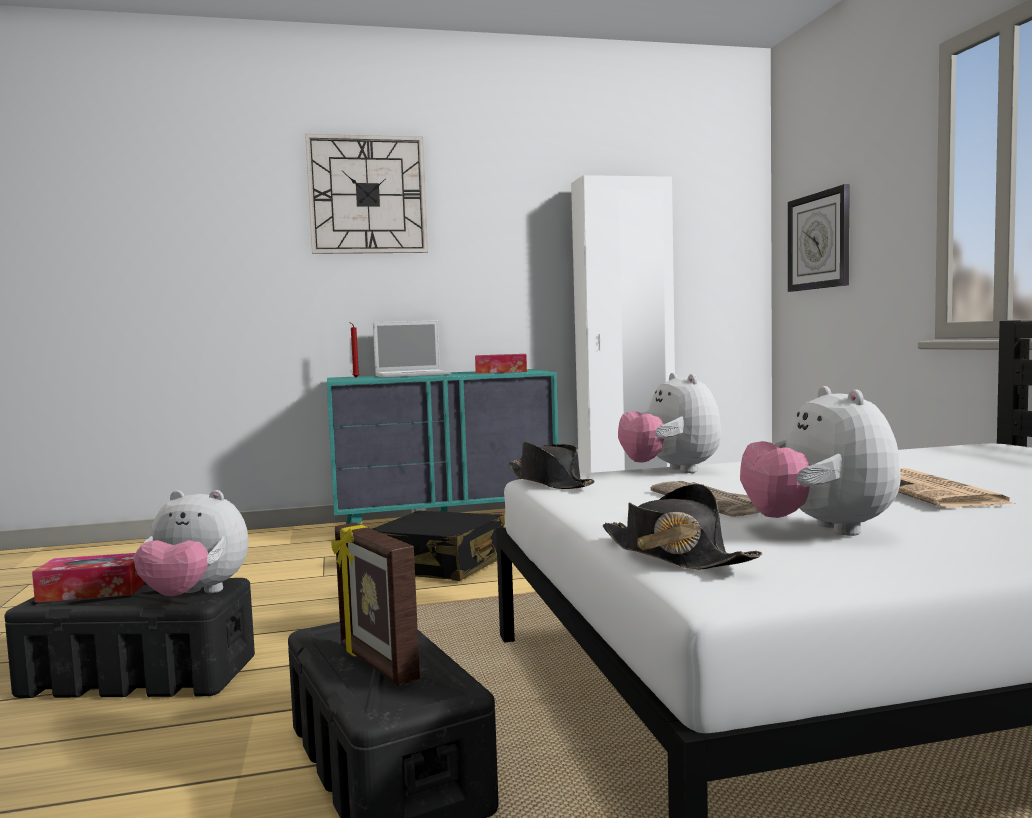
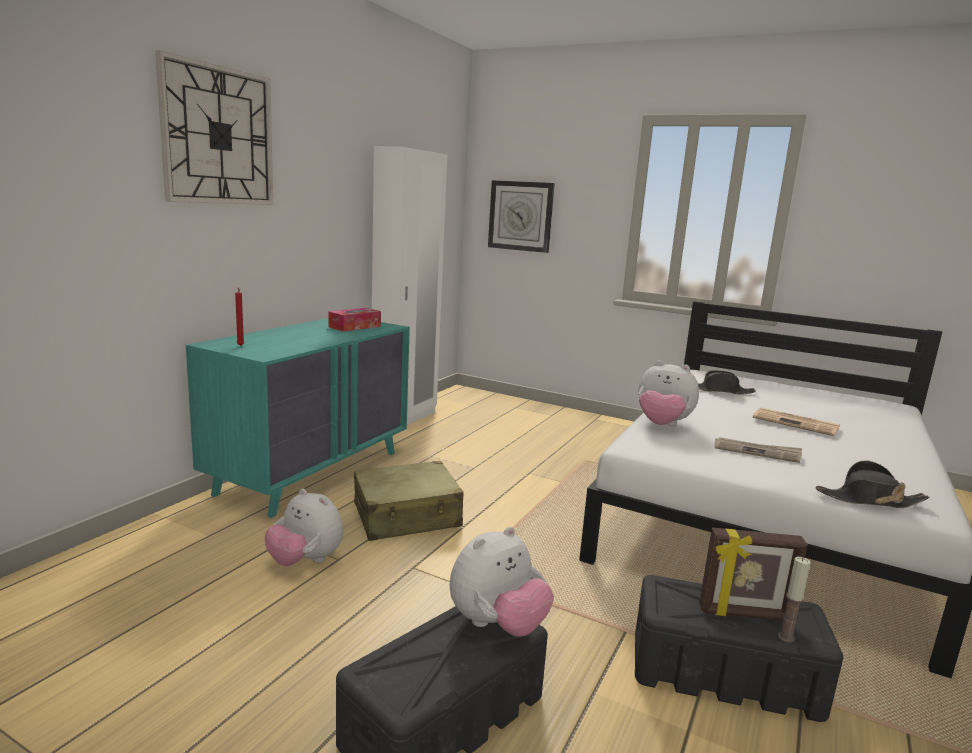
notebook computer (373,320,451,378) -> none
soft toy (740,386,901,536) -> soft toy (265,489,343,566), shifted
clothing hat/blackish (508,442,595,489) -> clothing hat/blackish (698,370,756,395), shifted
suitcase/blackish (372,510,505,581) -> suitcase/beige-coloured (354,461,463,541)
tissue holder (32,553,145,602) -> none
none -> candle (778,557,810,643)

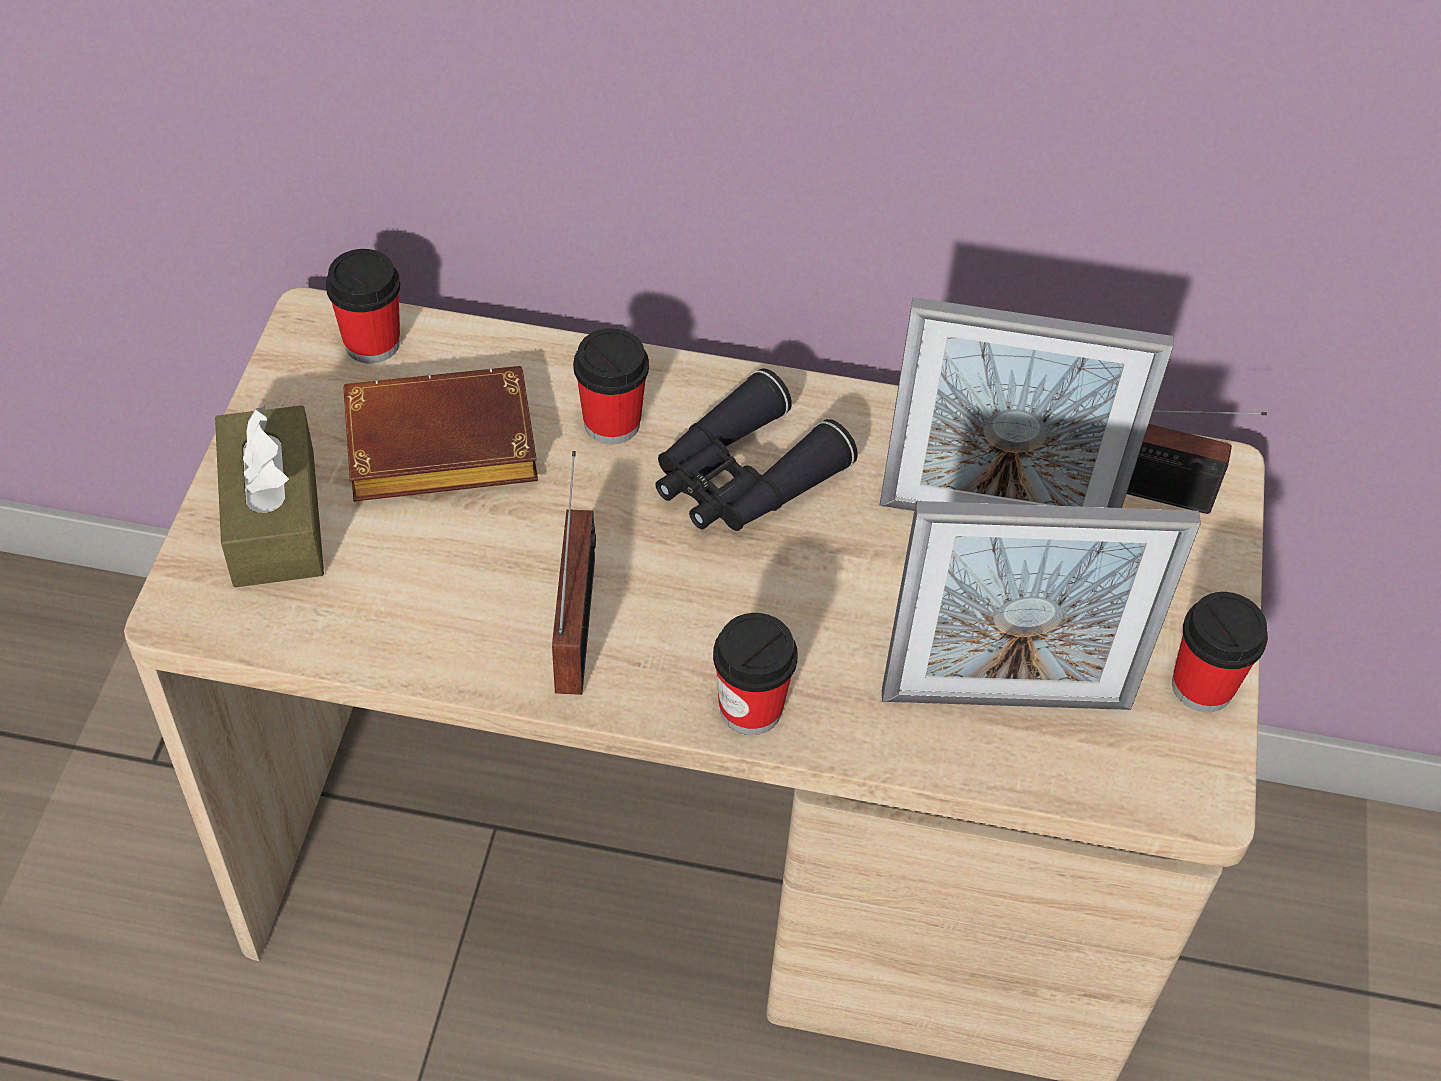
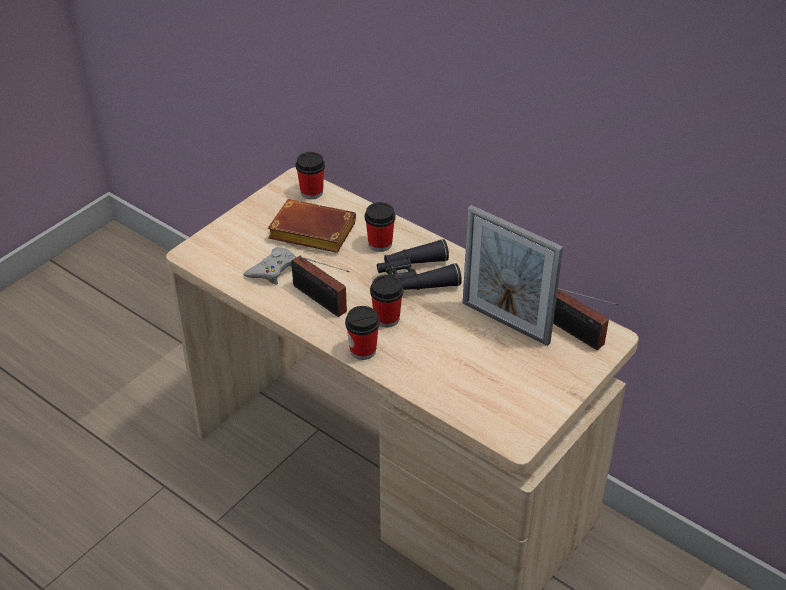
tissue holder/brownish (215,405,324,588) -> none
radio set (552,451,596,695) -> radio set (291,256,349,317), 105 degrees clockwise
photo frame (882,501,1201,710) -> none
drinking cup (1172,592,1268,712) -> drinking cup (370,275,403,327), shifted
none -> joypad/greyish (243,247,296,285)

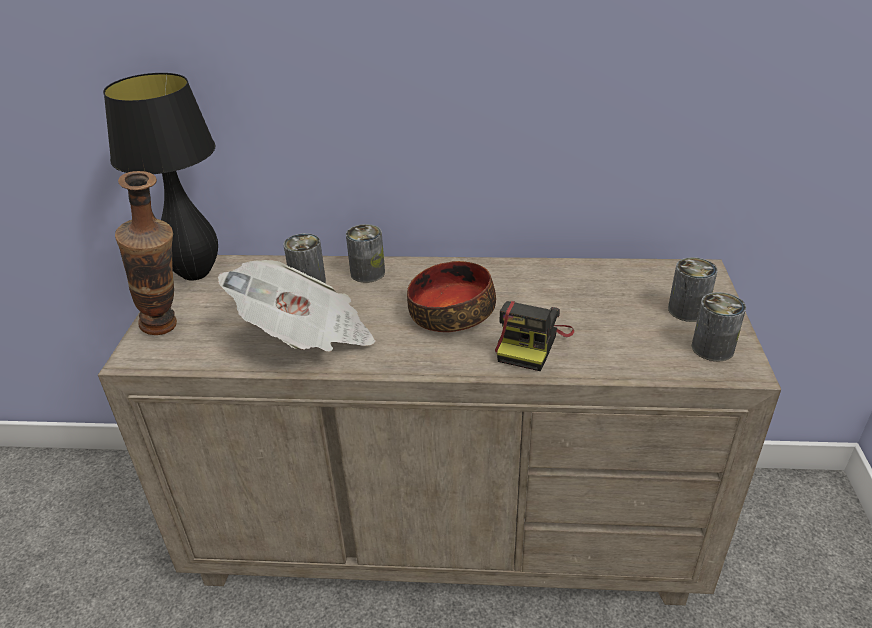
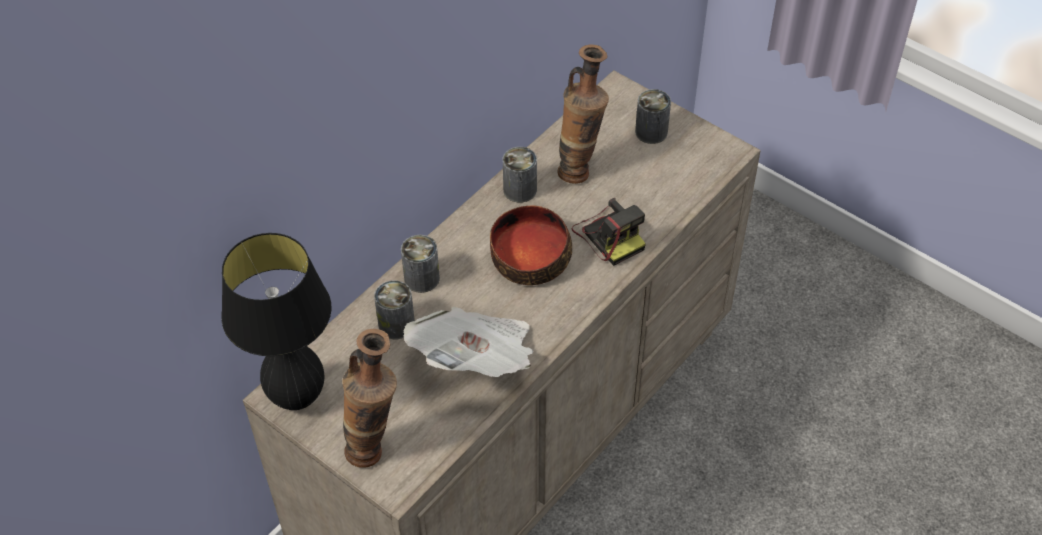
metal can (692,292,746,362) -> metal can (503,147,537,203), shifted
none -> vase (558,45,609,184)

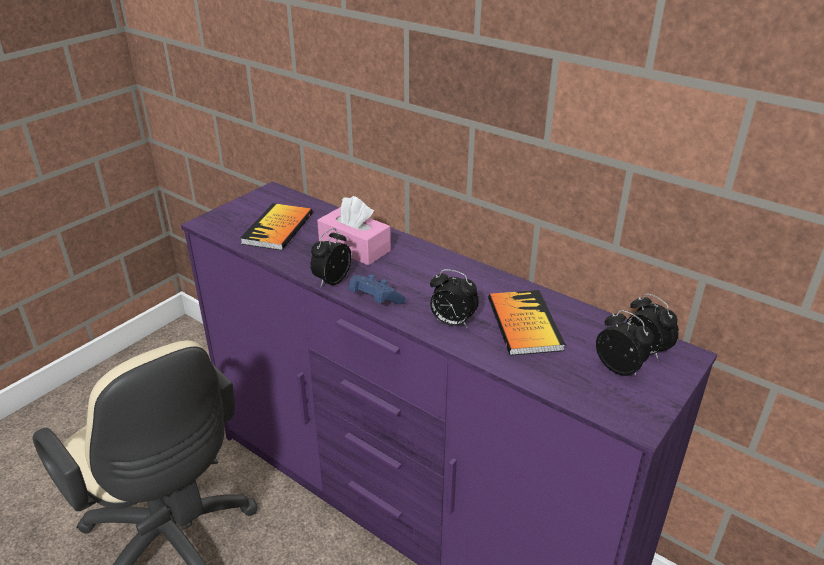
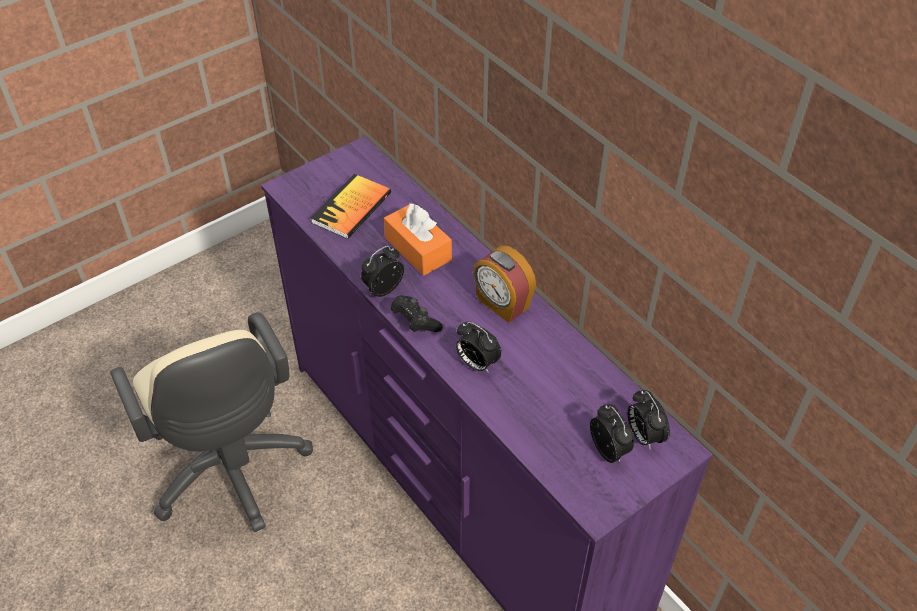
tissue holder/pinkish (317,196,391,265) -> tissue holder/orange (384,203,452,276)
joypad/bluish (349,274,406,304) -> joypad/blackish (390,295,443,332)
volume (488,290,565,355) -> none
none -> table clock (473,245,536,323)

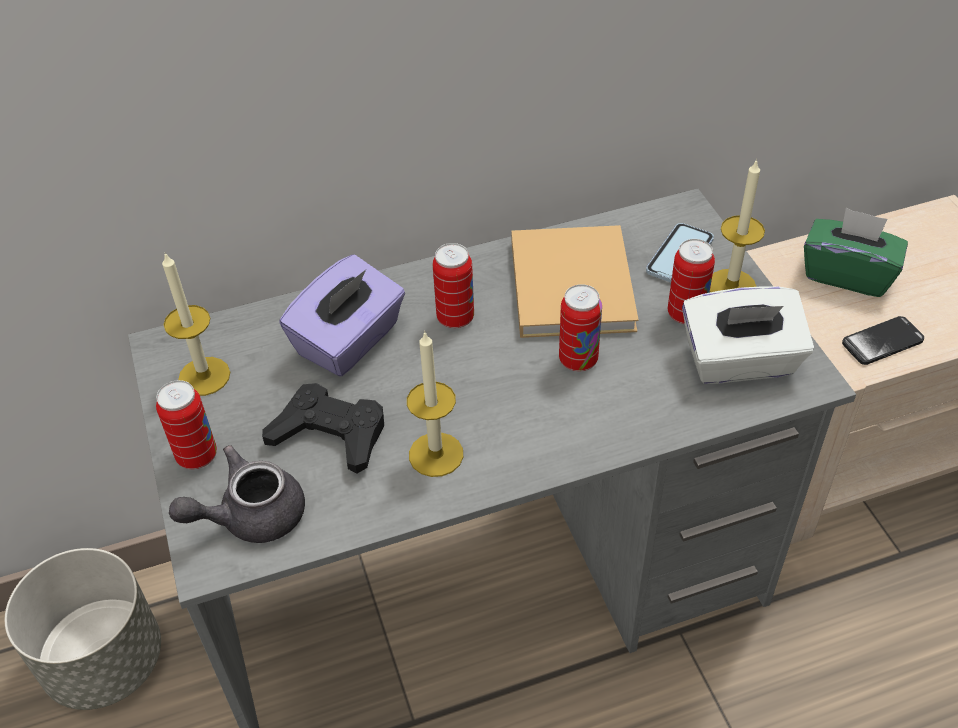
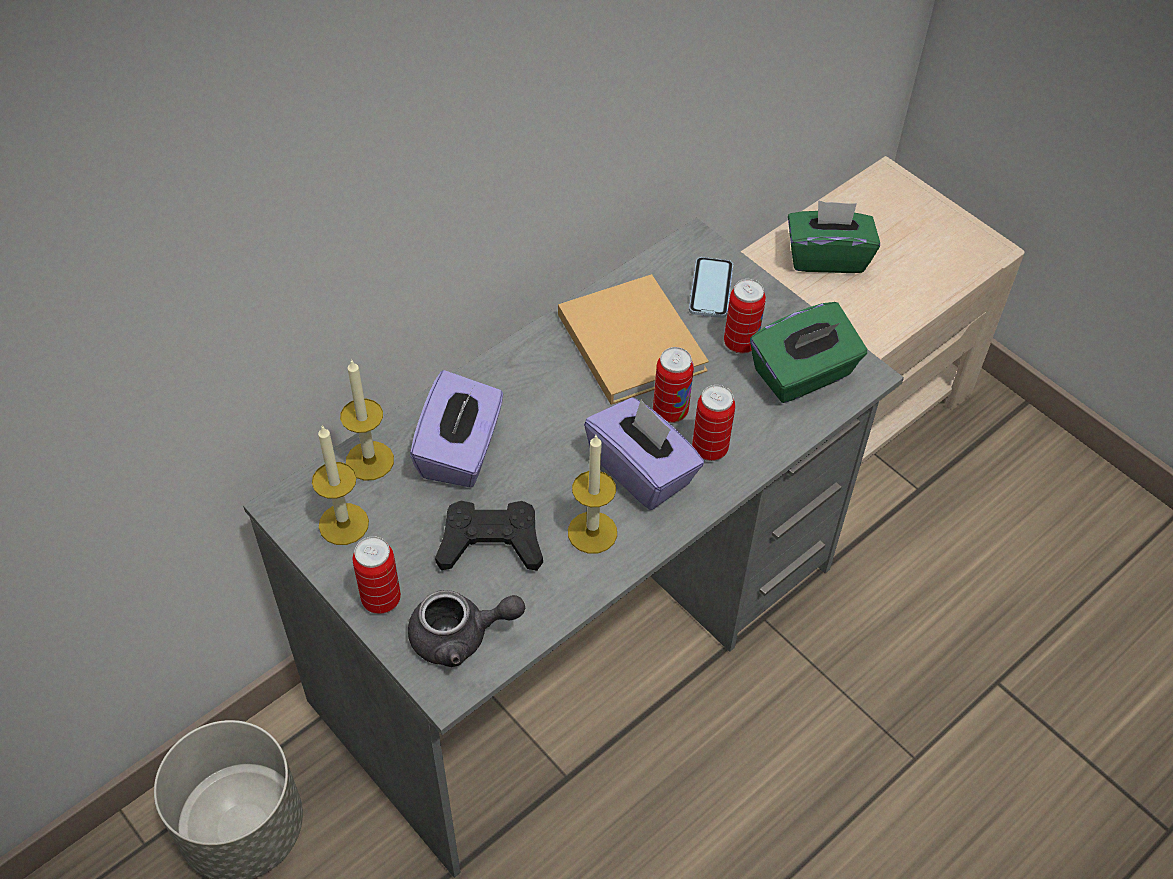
candle (710,159,765,292) -> candle (340,359,394,481), shifted
metal can (432,243,474,328) -> metal can (692,385,735,461), shifted
tissue holder/whitish (682,286,814,384) -> tissue holder/green (750,302,867,403)
handset (842,316,924,365) -> none
tea pot/greyish (169,445,305,543) -> tea pot/greyish (408,590,525,667), 135 degrees counterclockwise
none -> tissue holder/purplish (584,398,704,510)

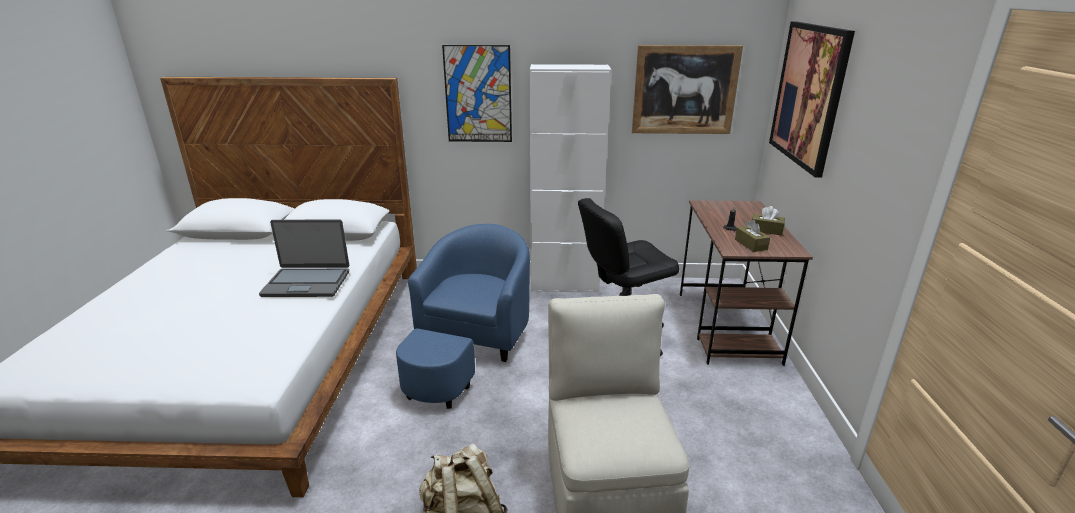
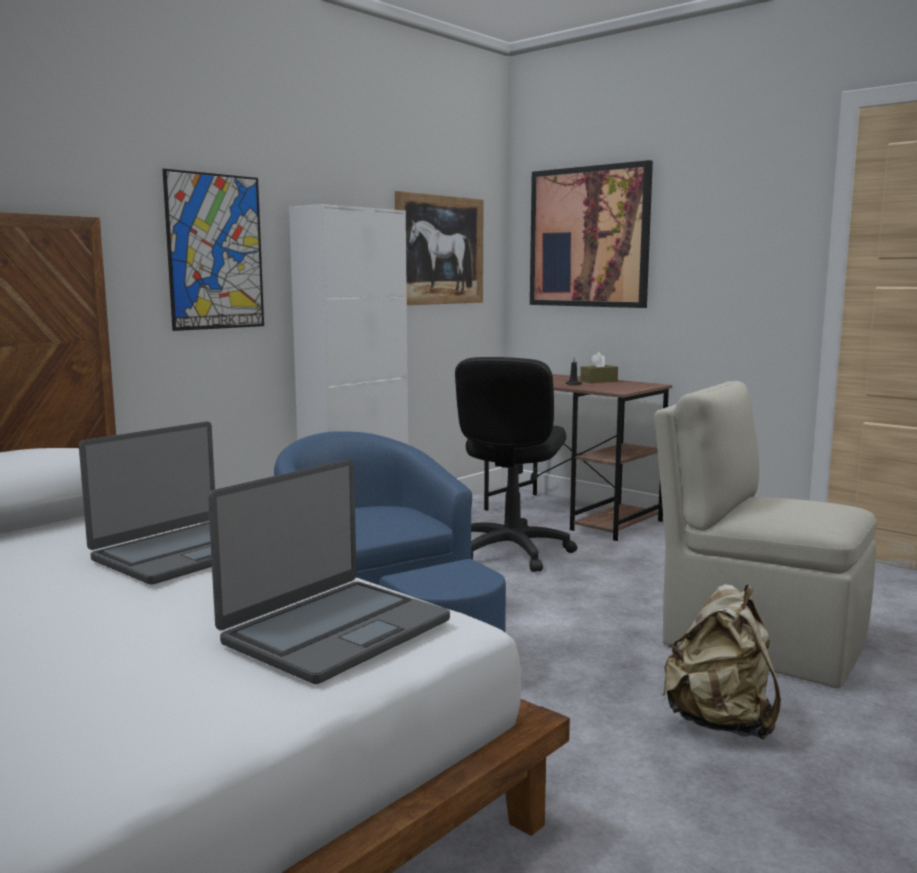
tissue holder/brownish (735,220,770,252) -> none
none -> notebook computer (208,459,450,684)

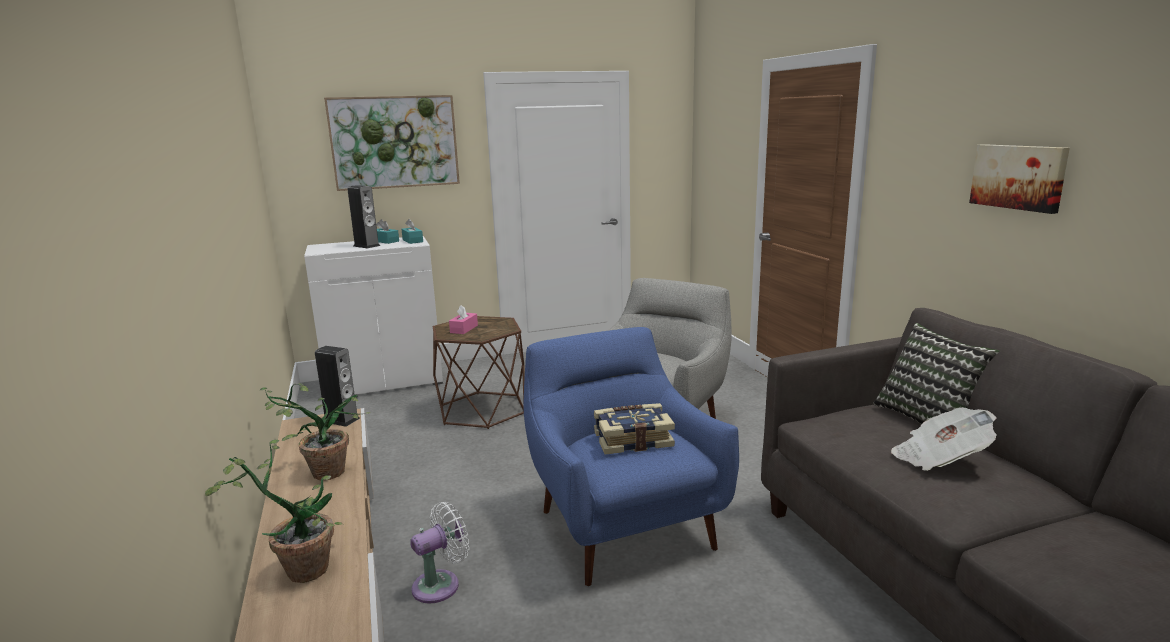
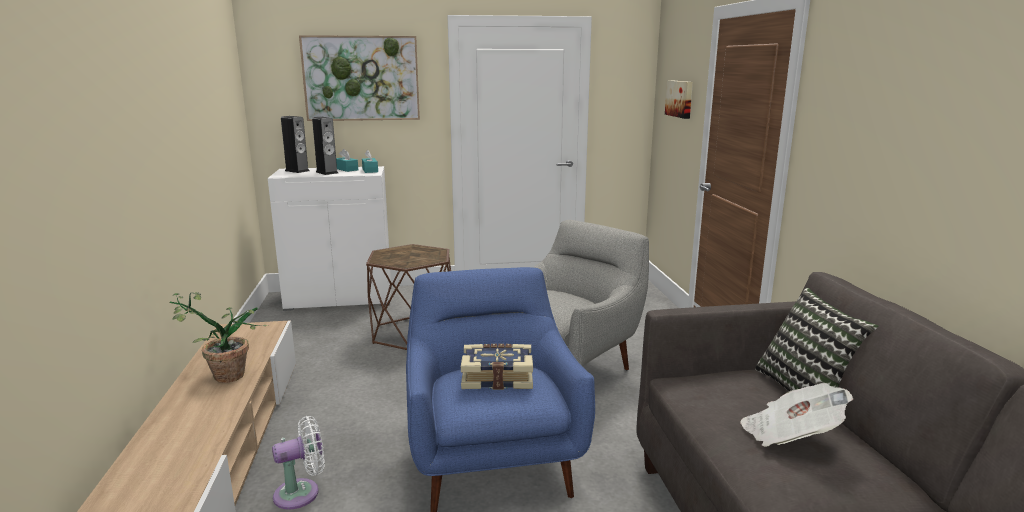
wall picture (969,144,1070,214) -> wall picture (665,80,693,119), shifted
tissue holder/pinkish (449,305,478,334) -> none
loudspeaker (315,346,360,427) -> loudspeaker (281,116,310,173), shifted
houseplant (205,440,343,583) -> none

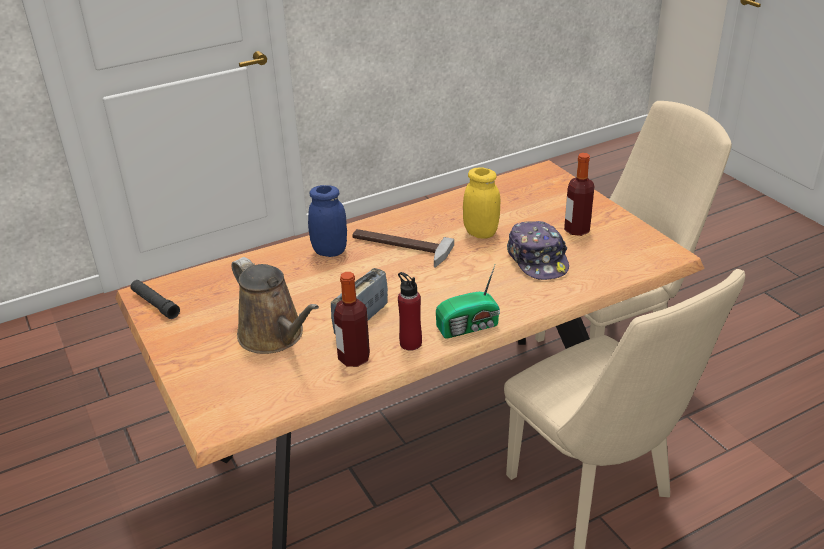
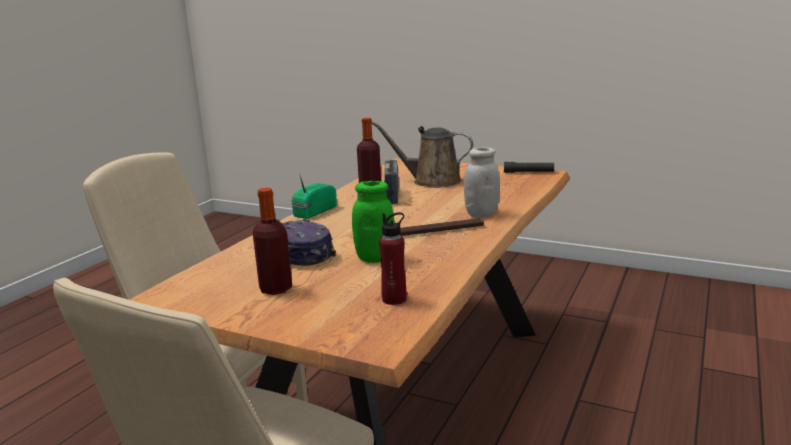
jar/yellow-coloured (463,167,500,239) -> jar/green (352,181,395,263)
jar/bluish (308,185,347,257) -> jar/whitish (464,147,500,217)
bottle/red (398,272,422,351) -> bottle/red (379,212,407,305), shifted

